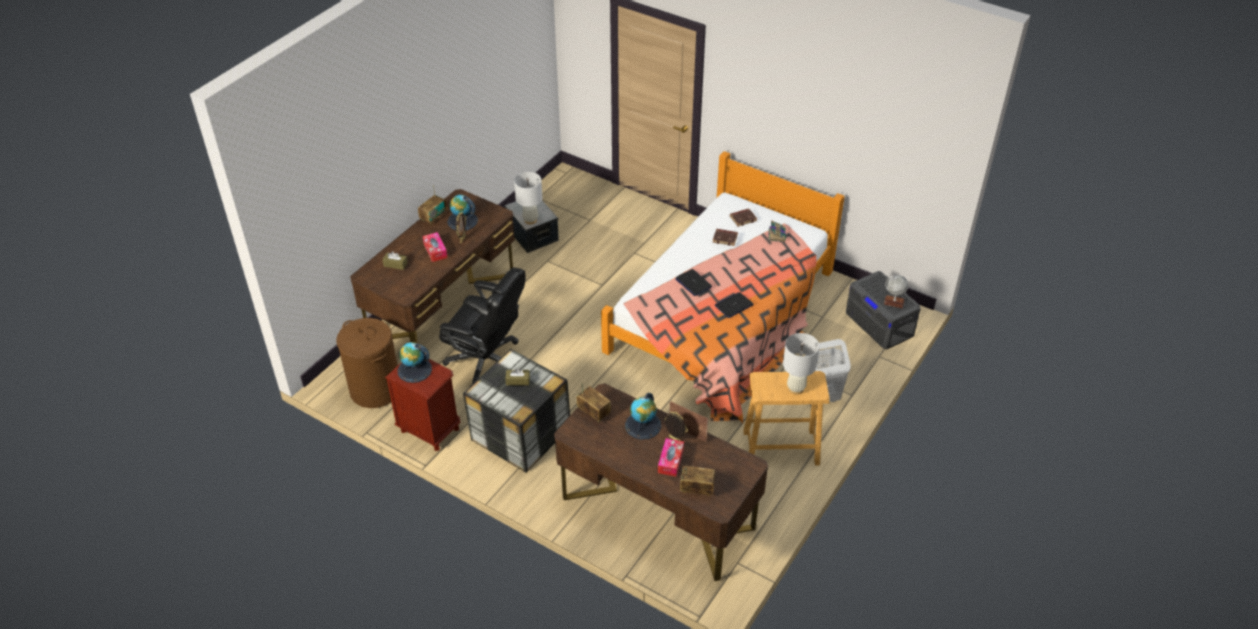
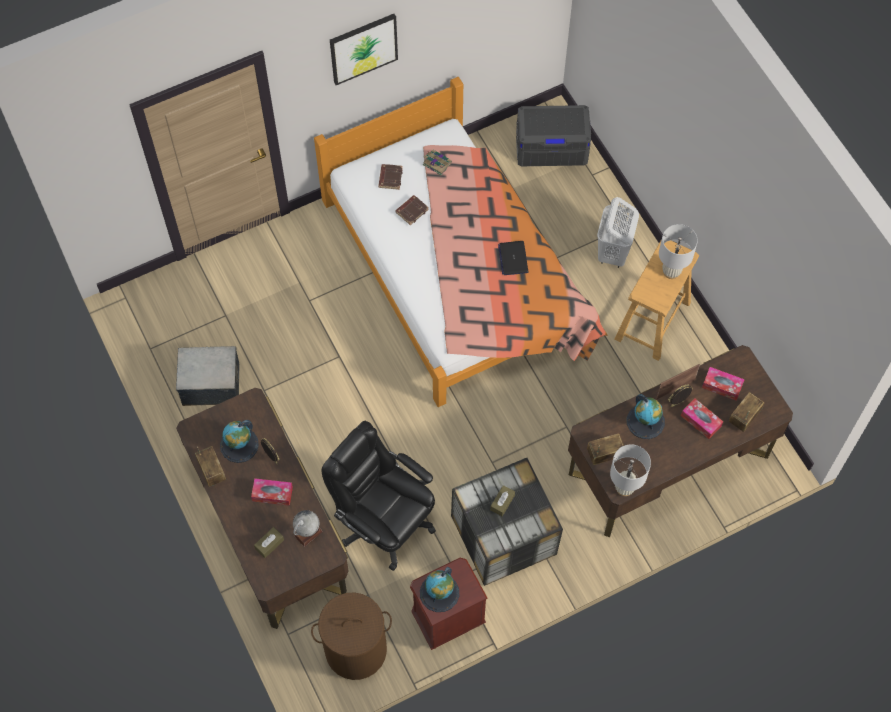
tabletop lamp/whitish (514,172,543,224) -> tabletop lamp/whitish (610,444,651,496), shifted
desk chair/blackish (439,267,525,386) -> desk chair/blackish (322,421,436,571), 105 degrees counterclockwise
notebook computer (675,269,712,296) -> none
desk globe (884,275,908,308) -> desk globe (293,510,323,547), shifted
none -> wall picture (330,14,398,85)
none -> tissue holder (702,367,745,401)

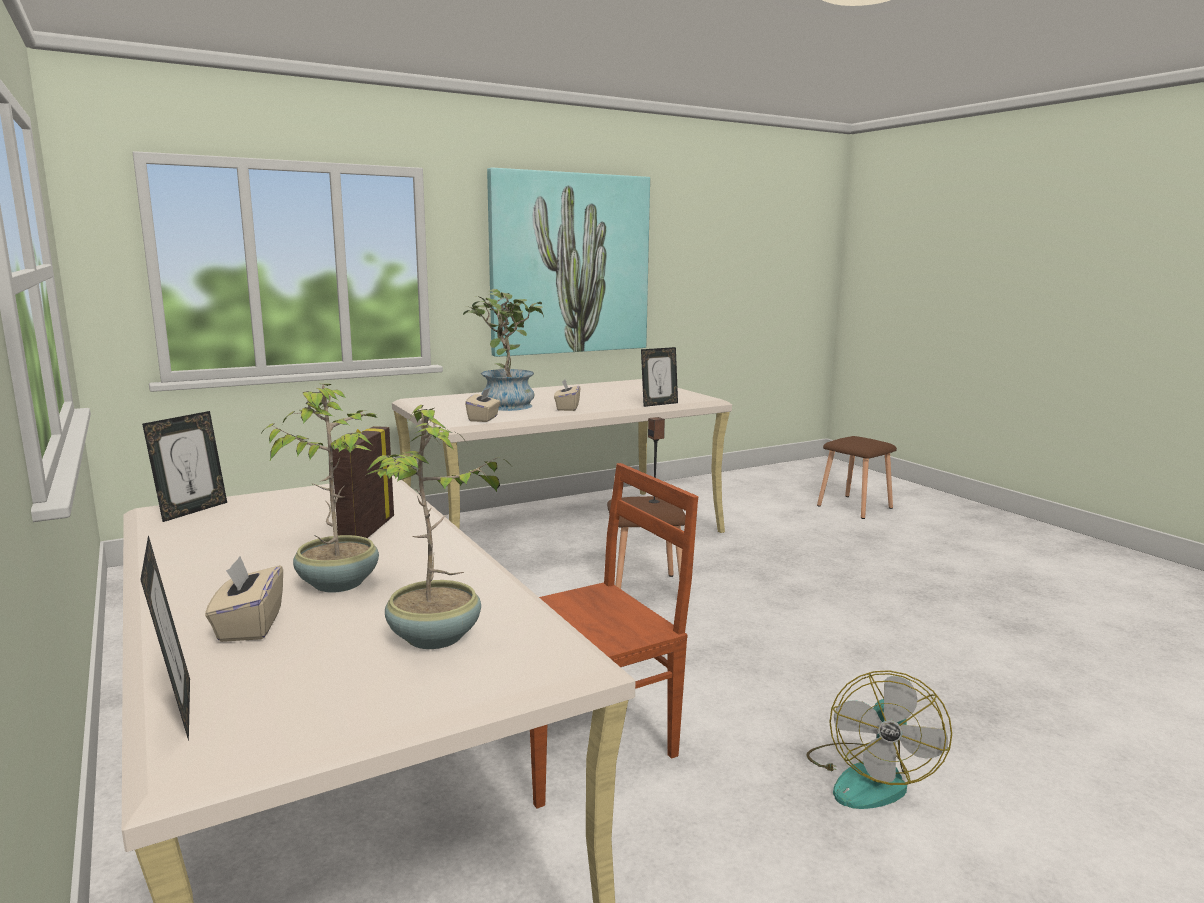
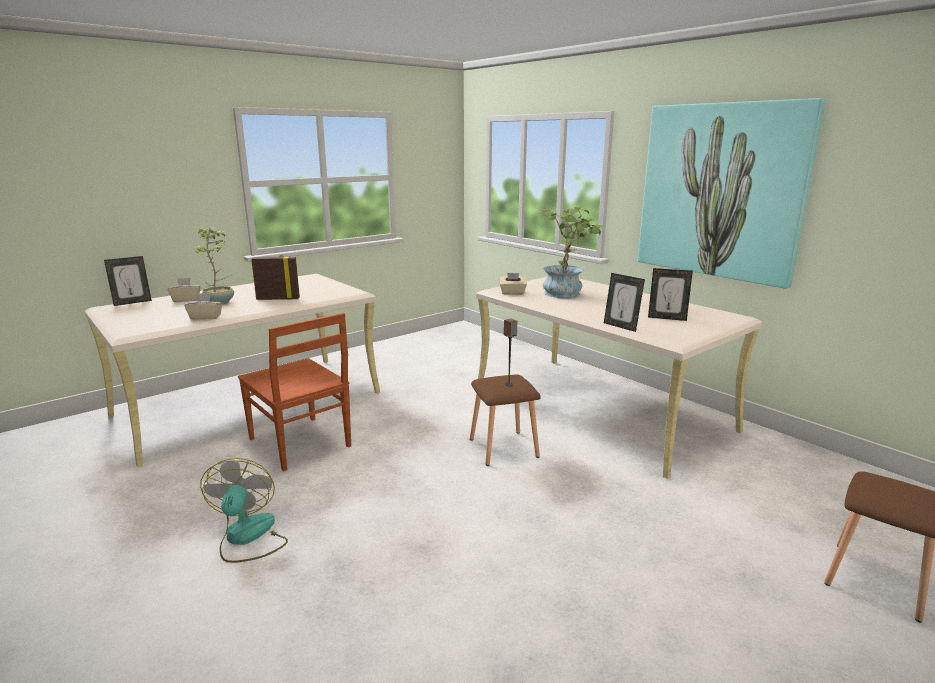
tissue holder/beige-coloured (554,380,580,411) -> tissue holder/beige-coloured (184,293,223,320), shifted
houseplant (366,405,510,649) -> none
photo frame (142,411,227,522) -> photo frame (648,268,693,321), shifted
electric fan (807,670,952,809) -> electric fan (200,458,288,563), 75 degrees clockwise

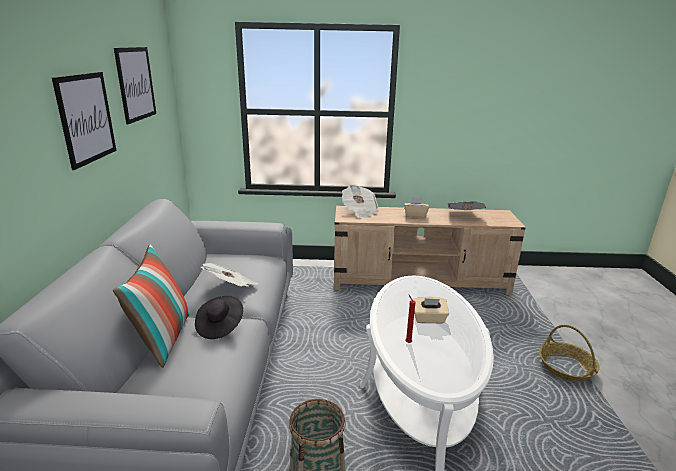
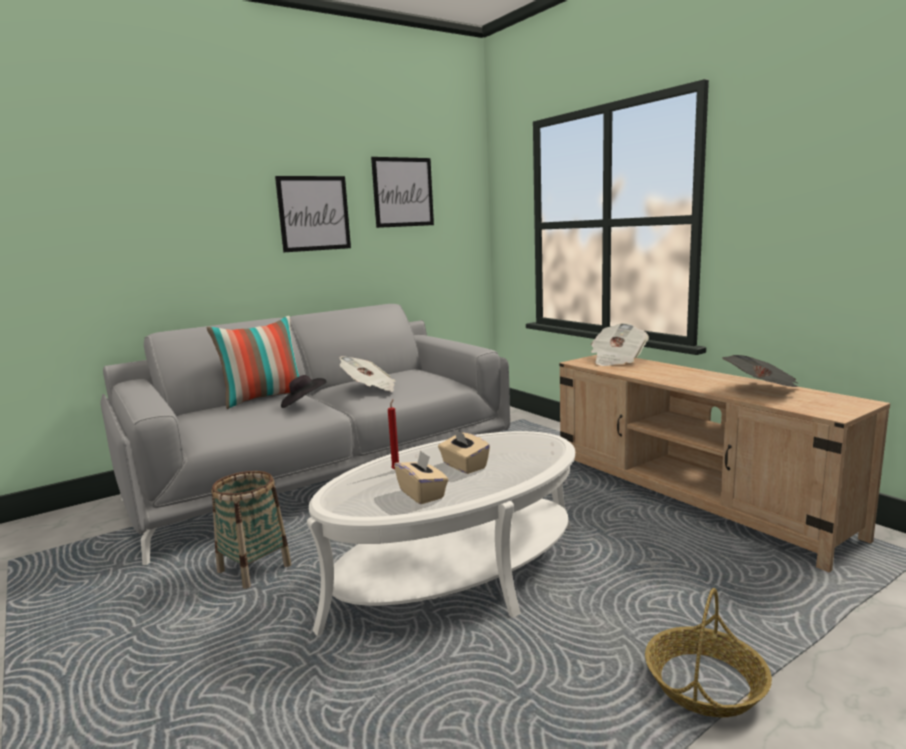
tissue holder/beige-coloured (404,197,429,218) -> tissue holder/beige-coloured (394,450,448,504), shifted

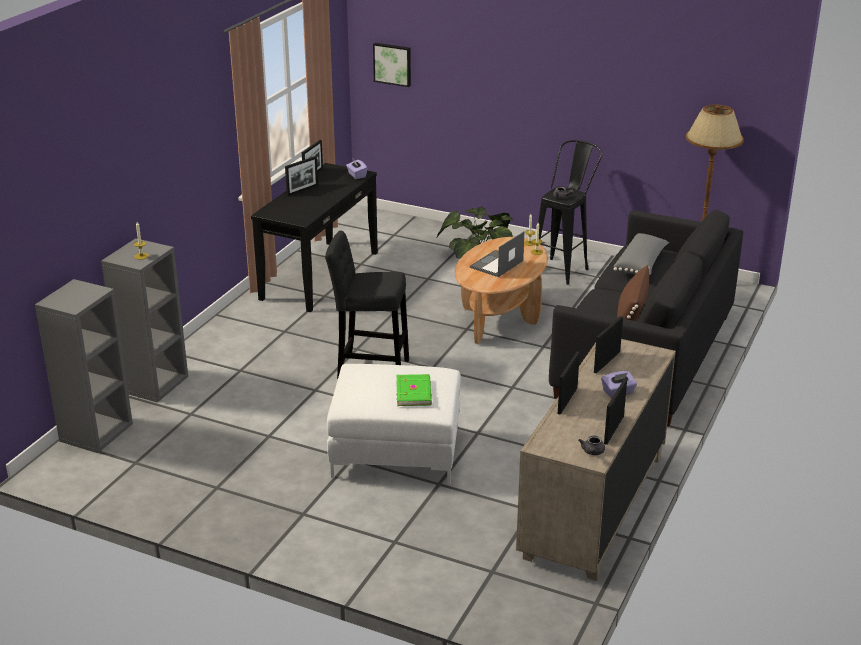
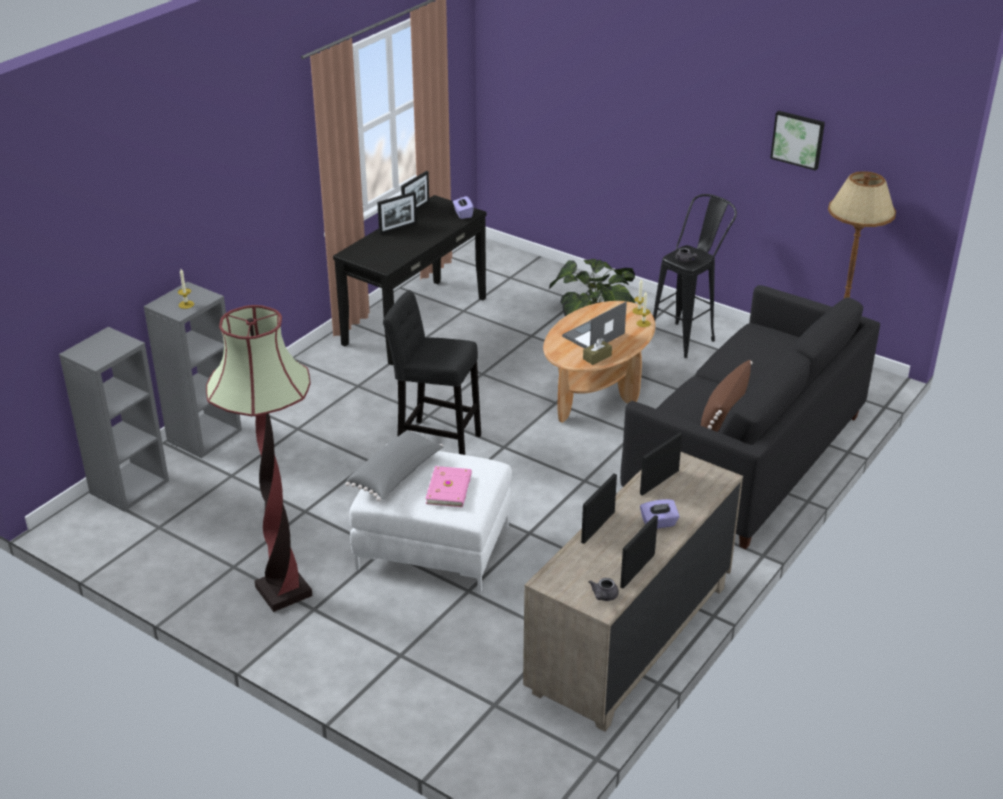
wall picture (373,43,411,87) -> wall picture (770,111,825,171), shifted
cushion/greyish (613,233,669,275) -> cushion/greyish (345,430,443,501), shifted
volume/green (396,374,432,406) -> volume/pinkish (426,466,472,507)
none -> standard lamp (206,305,313,612)
none -> tissue holder/brownish (583,338,612,365)

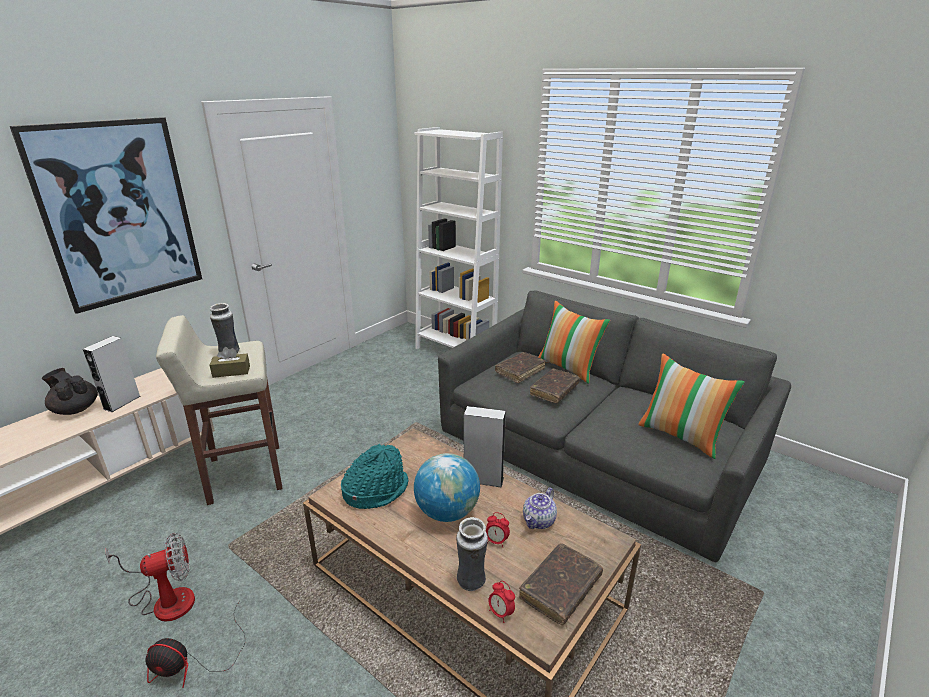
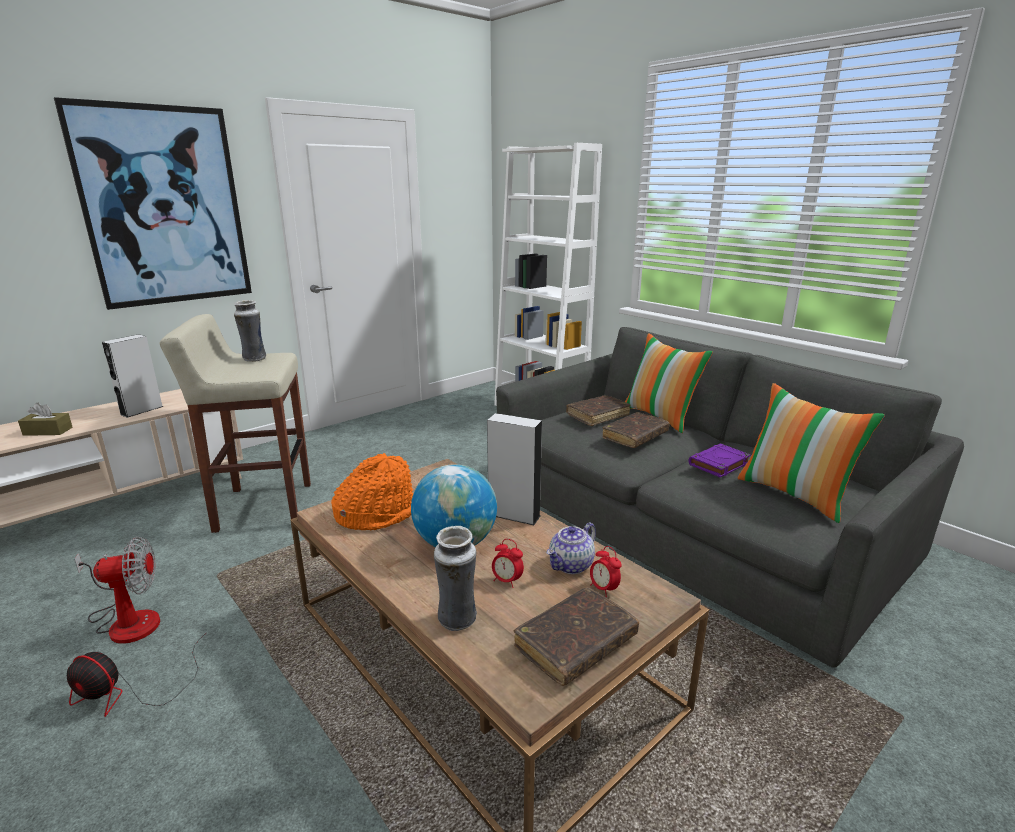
tissue holder/brownish (210,347,250,378) -> tissue holder/brownish (18,403,73,436), shifted
tea pot/blackish (42,368,98,415) -> none
clothing hat/turquoise-coloured (341,444,409,509) -> clothing hat/orange (331,453,414,531)
table clock (488,581,515,623) -> table clock (590,546,622,597), shifted
none -> volume/purplish (688,443,751,478)

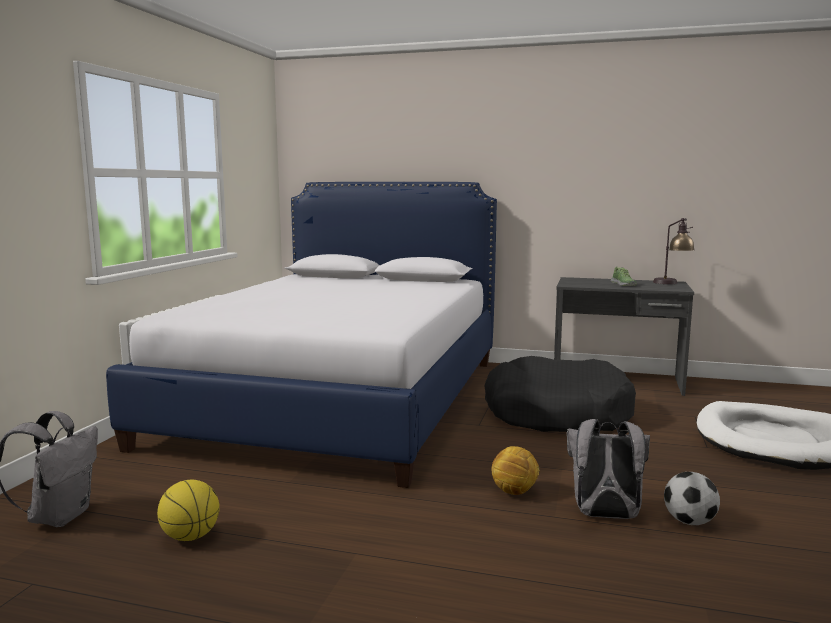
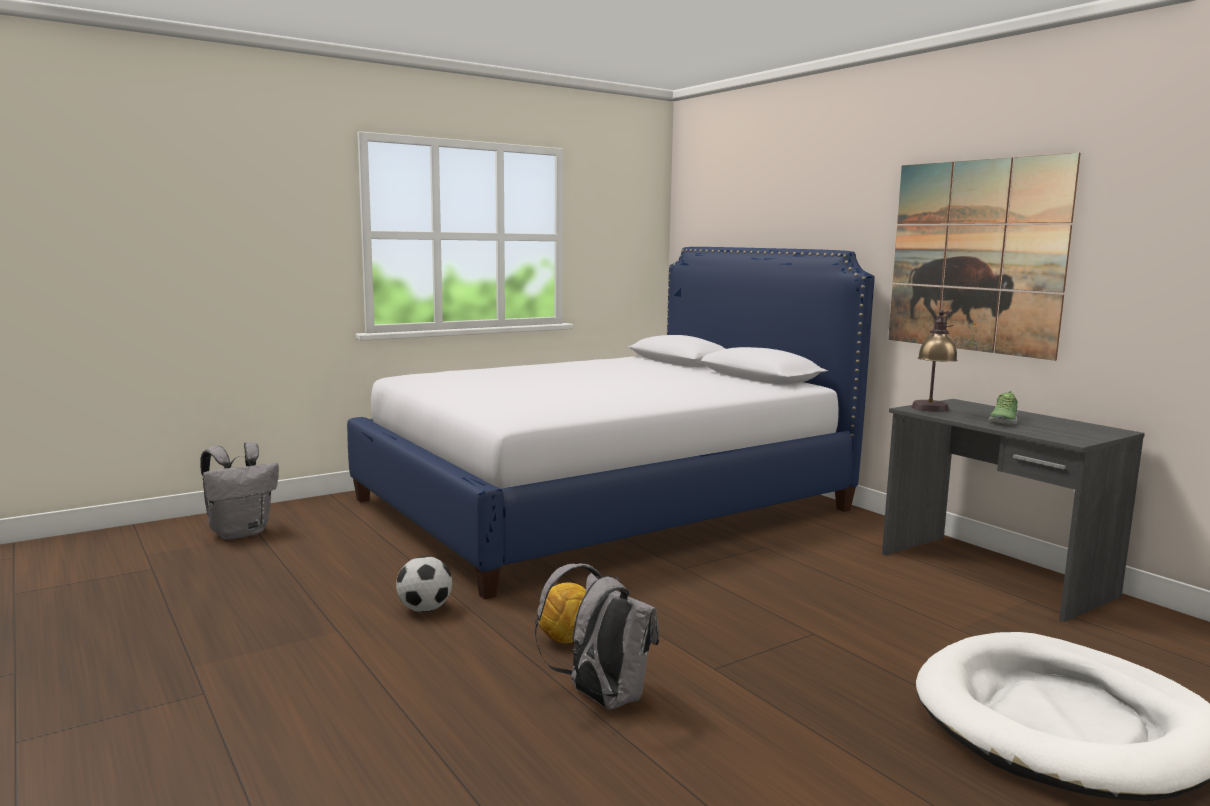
tabletop lamp (653,218,695,284) -> tabletop lamp (911,310,958,412), shifted
dog cushion/blackish (484,356,636,432) -> none
ball for football (664,472,720,525) -> ball for football (396,556,452,612), shifted
basketball ball (157,480,220,541) -> none
none -> wall picture (888,153,1081,361)

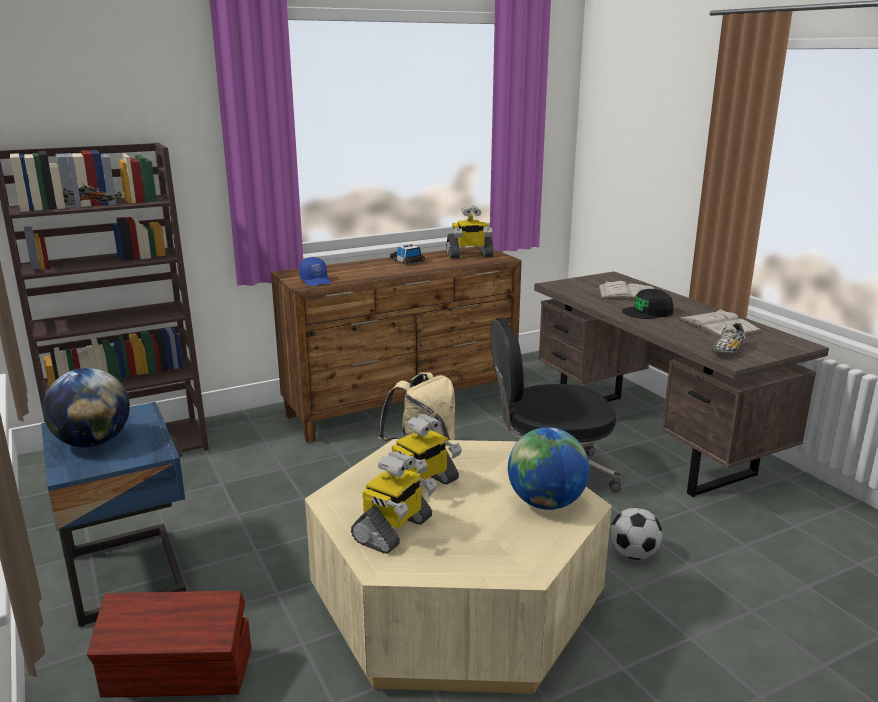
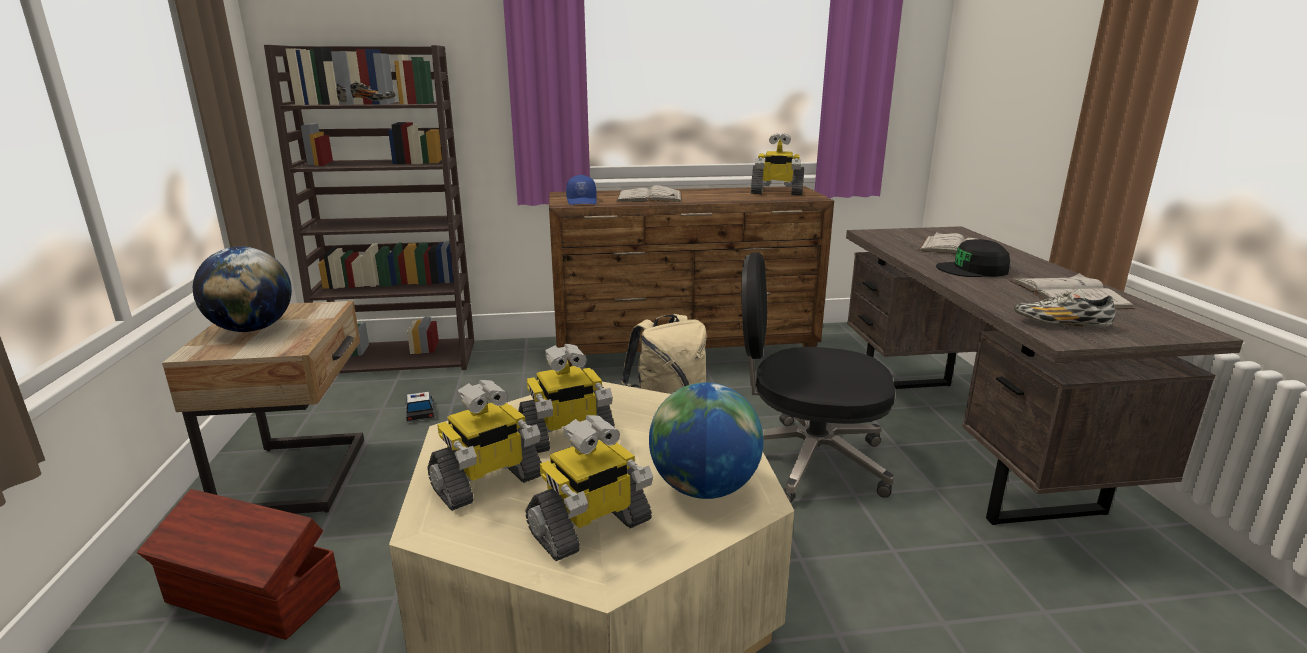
model car (389,244,426,265) -> model car (406,392,435,422), shifted
low shoe (711,323,745,354) -> low shoe (1014,289,1115,328), 45 degrees clockwise
night table/bluish (41,402,186,627) -> night table/beige-coloured (162,301,364,514)
ball for football (611,507,662,560) -> none
none -> volume/whitish (616,185,682,202)
none -> model robot (526,415,653,561)

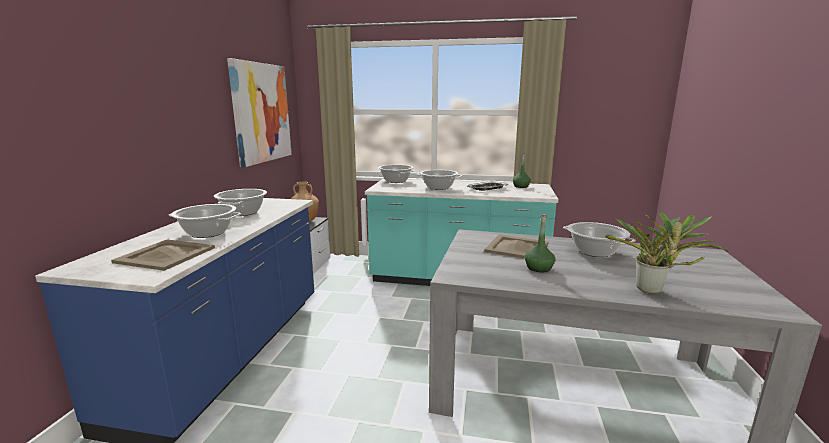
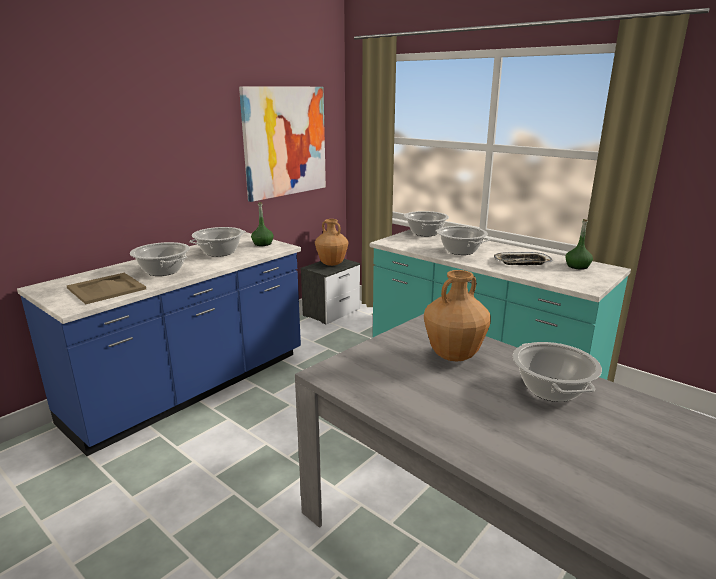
houseplant (605,212,729,294) -> none
bottle/green (525,214,556,272) -> bottle/green (251,202,274,246), shifted
carrying tray/beige-coloured (484,234,549,258) -> vase/brownish (424,270,491,361)

